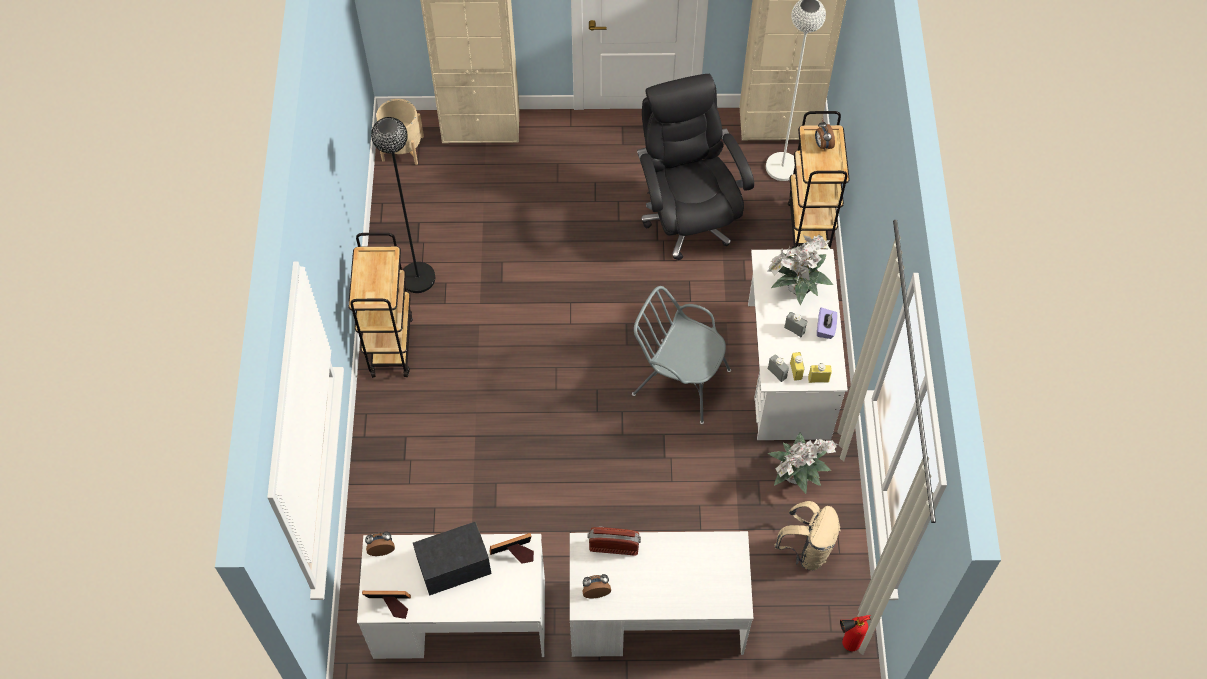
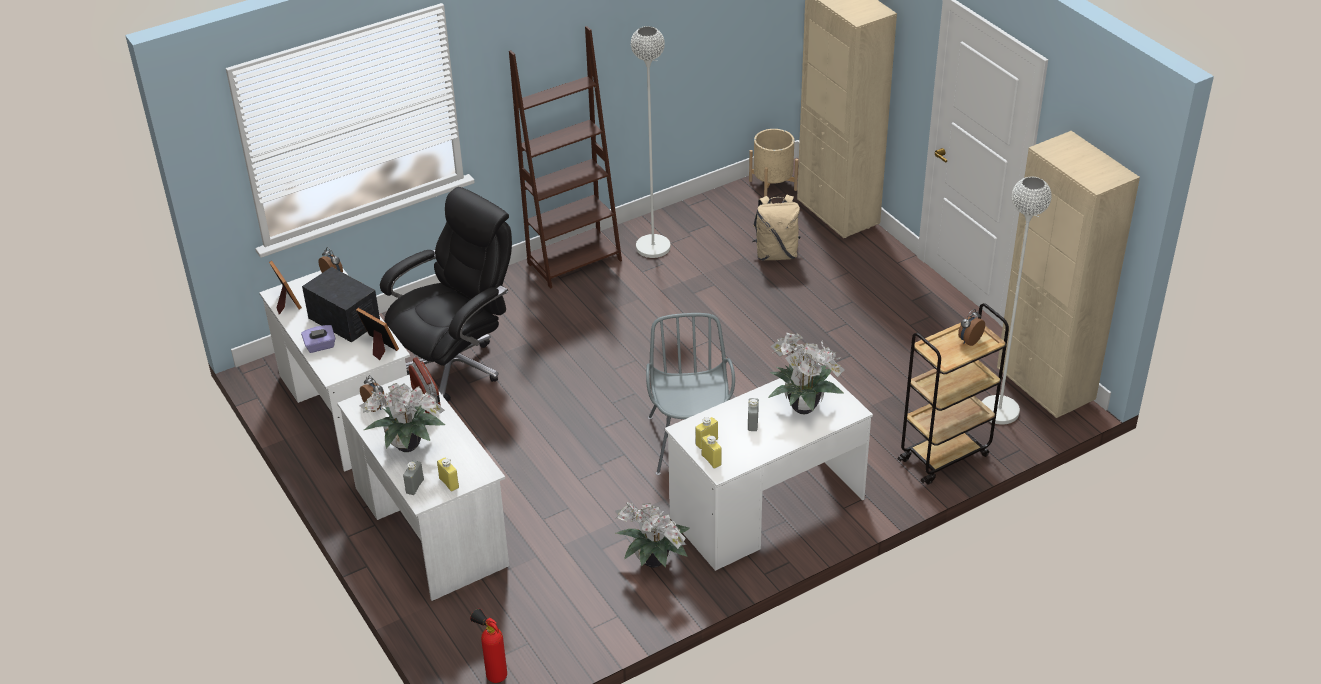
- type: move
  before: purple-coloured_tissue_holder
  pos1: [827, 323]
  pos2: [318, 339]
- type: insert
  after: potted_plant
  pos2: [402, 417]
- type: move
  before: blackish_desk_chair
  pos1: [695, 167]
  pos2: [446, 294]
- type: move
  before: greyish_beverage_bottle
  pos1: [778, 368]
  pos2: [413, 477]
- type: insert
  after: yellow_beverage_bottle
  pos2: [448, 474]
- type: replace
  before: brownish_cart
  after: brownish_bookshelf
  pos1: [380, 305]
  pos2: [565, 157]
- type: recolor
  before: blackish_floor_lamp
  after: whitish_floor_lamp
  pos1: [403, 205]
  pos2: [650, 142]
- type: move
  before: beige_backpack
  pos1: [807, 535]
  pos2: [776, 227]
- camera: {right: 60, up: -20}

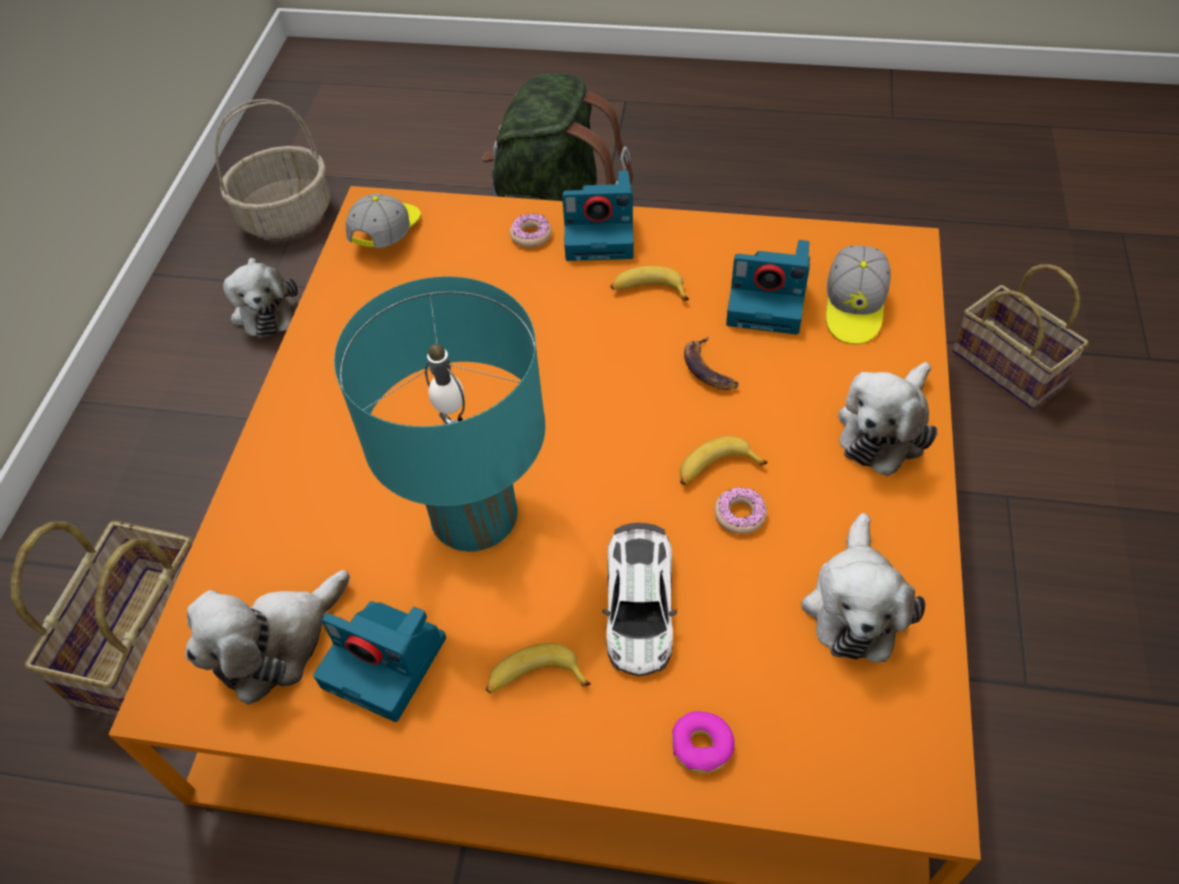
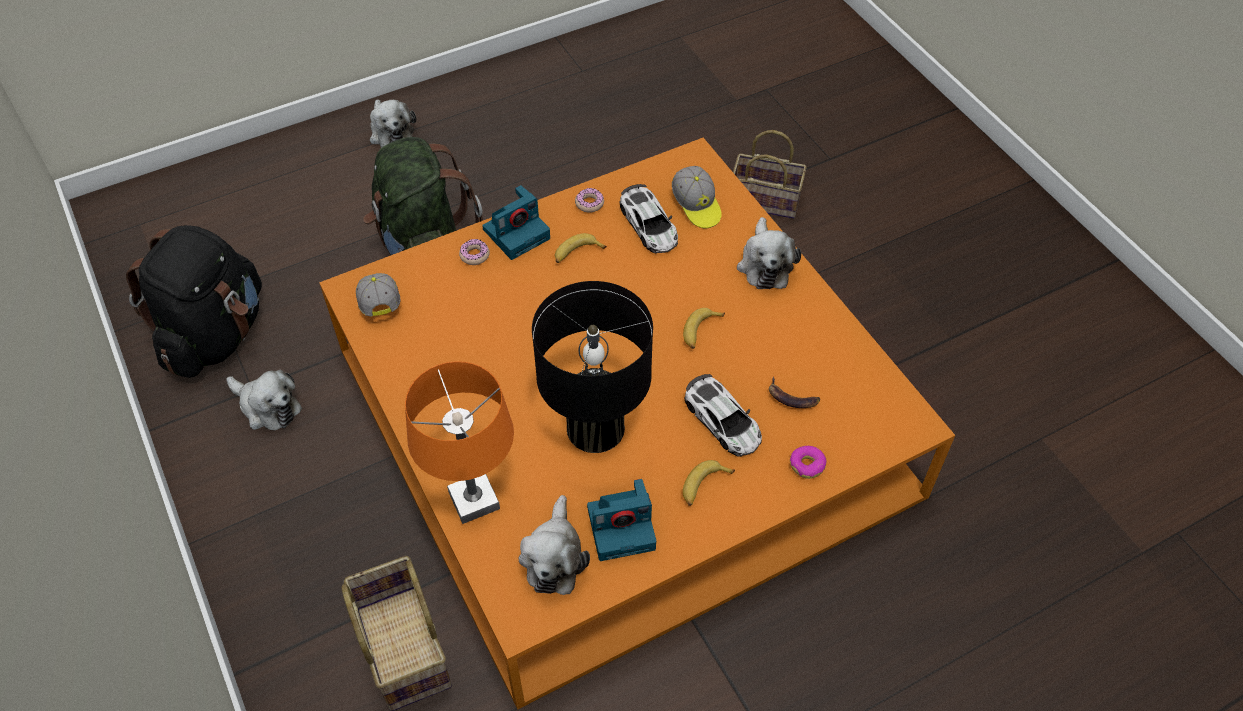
- type: replace
  before: storage_basket
  after: blackish_backpack
  pos1: [272, 168]
  pos2: [194, 301]
- type: move
  before: soft_toy
  pos1: [863, 587]
  pos2: [393, 124]
- type: insert
  after: orange_table_lamp
  pos2: [459, 442]
- type: recolor
  before: turquoise-coloured_table_lamp
  after: blackish_table_lamp
  pos1: [439, 414]
  pos2: [592, 367]
- type: move
  before: doughnut
  pos1: [740, 510]
  pos2: [589, 200]
- type: replace
  before: still_camera
  after: model_car
  pos1: [768, 287]
  pos2: [649, 219]
- type: move
  before: banana_fruit
  pos1: [711, 363]
  pos2: [794, 392]
- camera: {right: -40, up: 0}

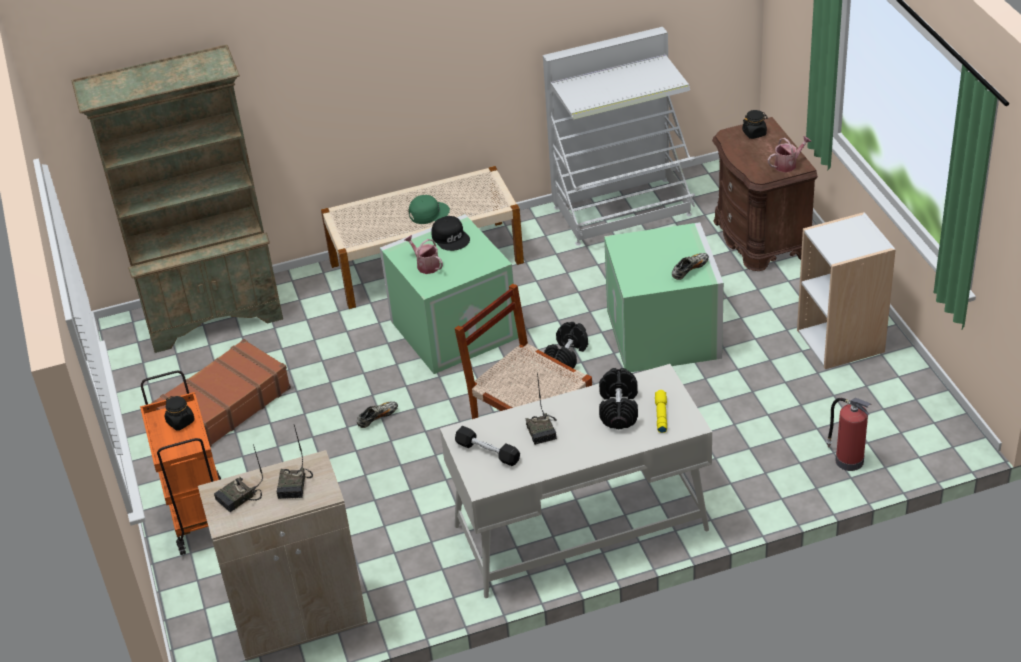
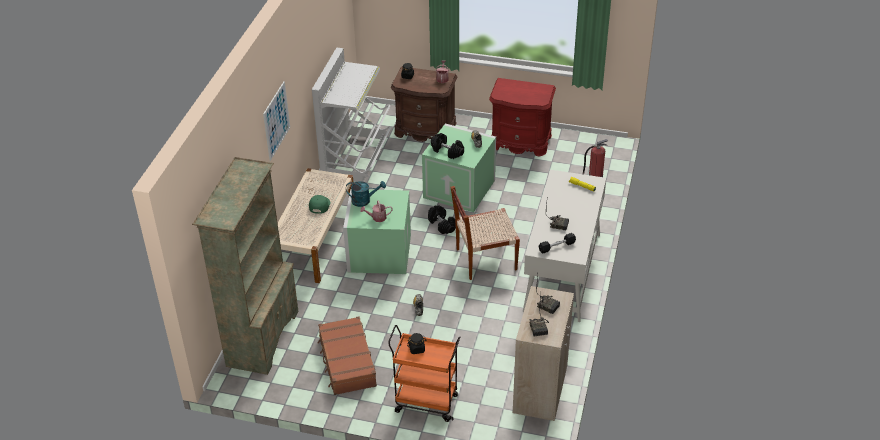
- type: insert
  after: picture
  pos2: [276, 121]
- type: replace
  before: blackish_baseball_cap
  after: turquoise-coloured_watering_can
  pos1: [450, 233]
  pos2: [366, 194]
- type: move
  before: blackish_dumbbell
  pos1: [618, 398]
  pos2: [447, 146]
- type: replace
  before: bookshelf
  after: red_nightstand
  pos1: [846, 290]
  pos2: [522, 117]
- camera: {right: -60, up: 0}

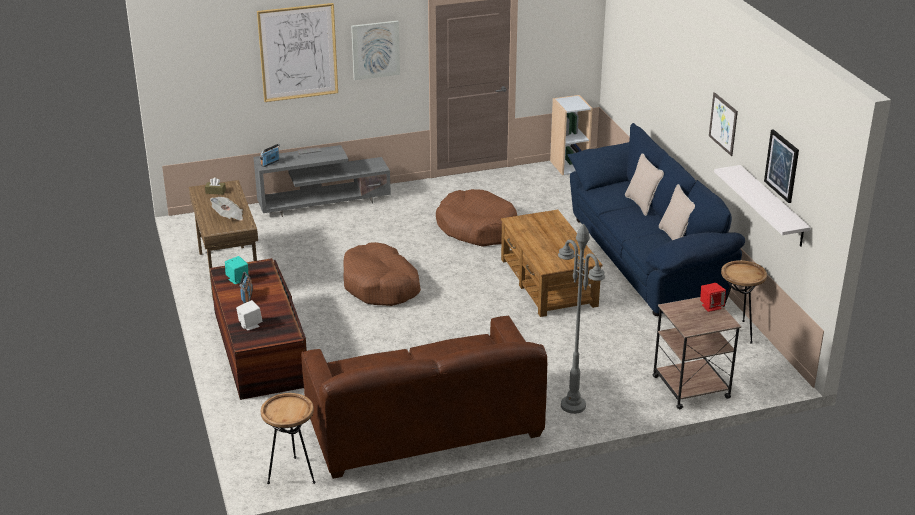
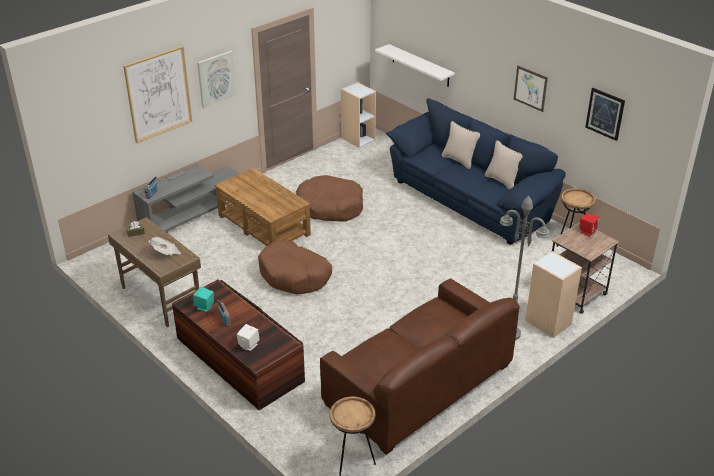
- type: move
  before: brownish_low_table
  pos1: [552, 263]
  pos2: [262, 207]
- type: move
  before: whitish_wall_shelf
  pos1: [762, 206]
  pos2: [415, 65]
- type: insert
  after: bookshelf
  pos2: [553, 294]
- camera: {right: -25, up: 5}

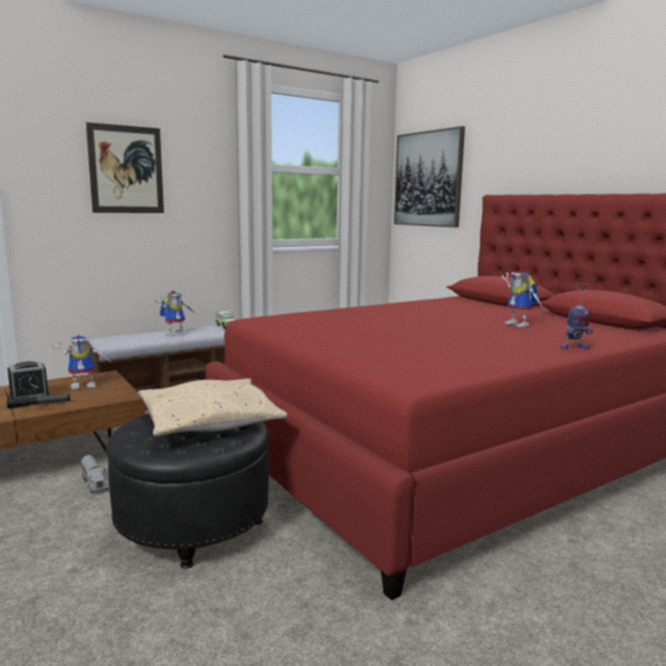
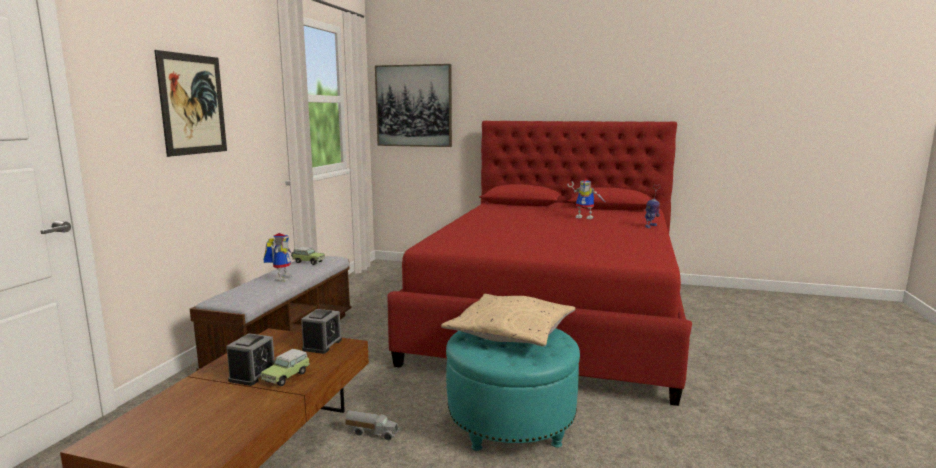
- type: replace
  before: torch
  after: model_car
  pos1: [38, 401]
  pos2: [285, 367]
- type: insert
  after: bedside_clock
  pos2: [321, 331]
- type: recolor
  before: blackish_footrest
  after: turquoise-coloured_footrest
  pos1: [187, 491]
  pos2: [513, 389]
- type: delete
  before: toy_robot
  pos1: [81, 362]
- camera: {right: -40, up: 0}

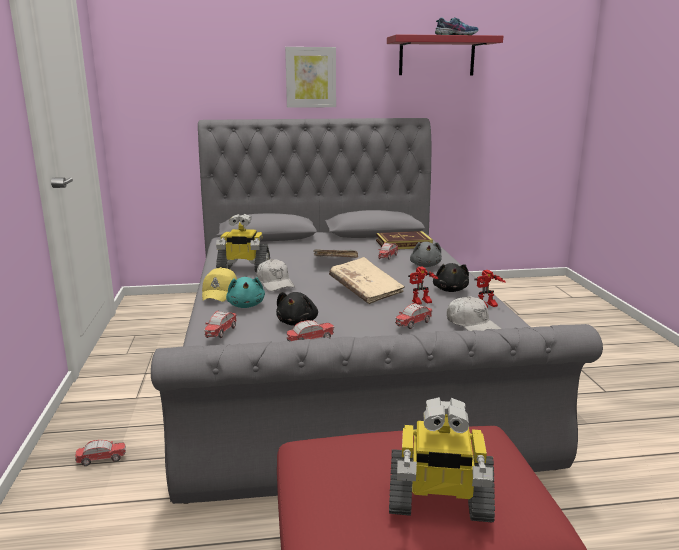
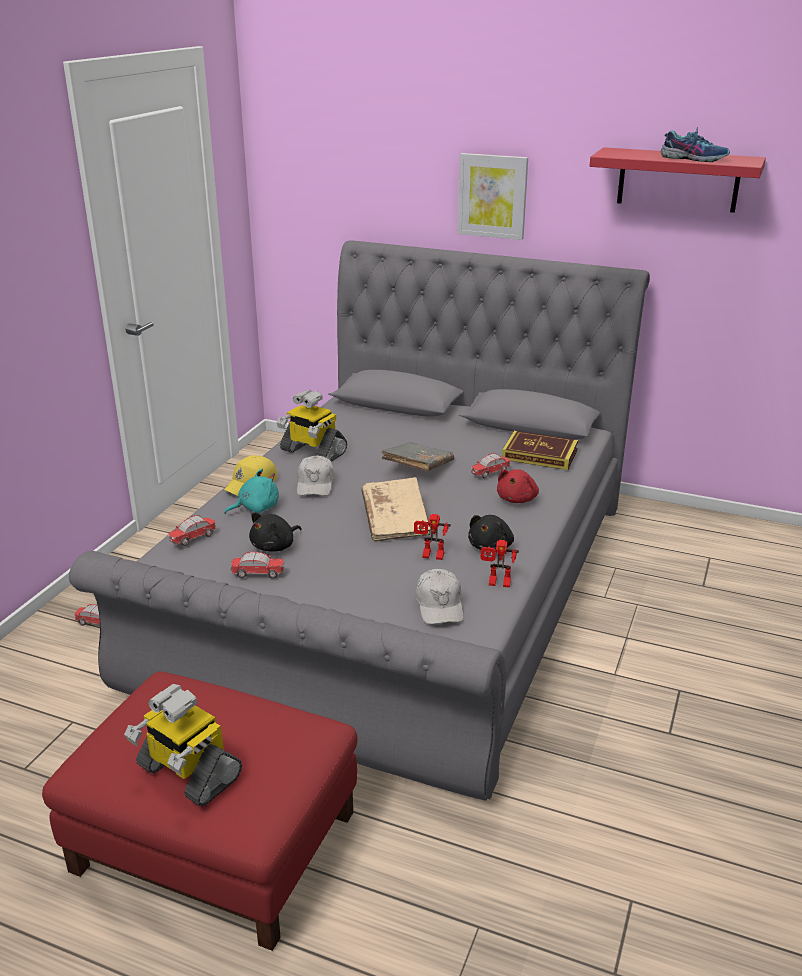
- type: rotate
  before: turquoise-coloured_soft_toy
  pos1: [245, 292]
  pos2: [251, 491]
  turn: -135
- type: recolor
  before: greyish_soft_toy
  after: red_soft_toy
  pos1: [426, 254]
  pos2: [518, 486]
- type: delete
  before: model_car
  pos1: [413, 316]
- camera: {right: 30, up: 10}

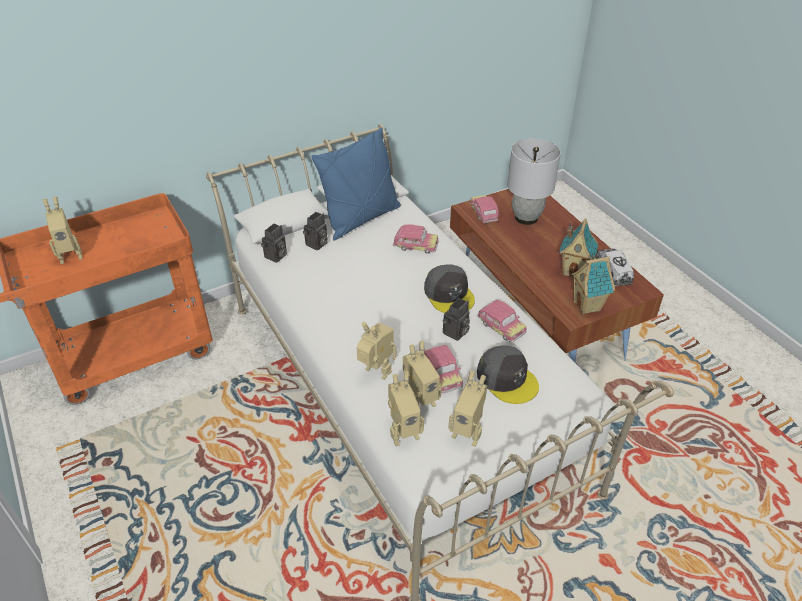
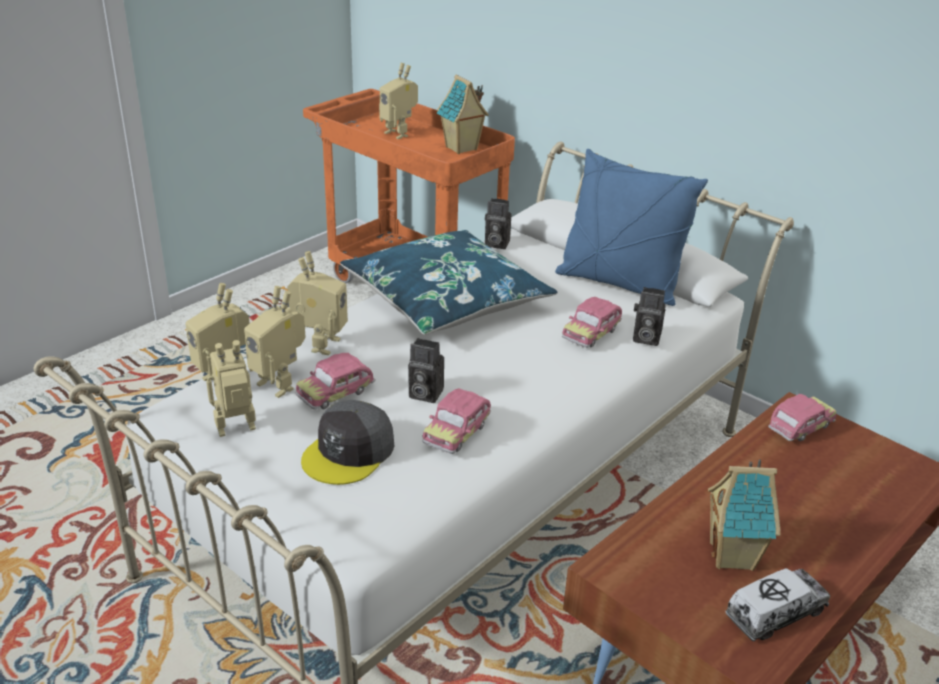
- type: rotate
  before: toy_robot
  pos1: [468, 409]
  pos2: [231, 388]
  turn: 60
- type: insert
  after: blue_throw_pillow
  pos2: [449, 282]
- type: move
  before: miniature_house
  pos1: [593, 284]
  pos2: [463, 114]
- type: rotate
  before: model_car
  pos1: [416, 239]
  pos2: [592, 322]
  turn: 45
- type: move
  before: still_camera
  pos1: [315, 231]
  pos2: [649, 316]
- type: delete
  before: greyish_baseball_cap
  pos1: [449, 288]
- type: delete
  before: whitish_table_lamp
  pos1: [534, 181]
- camera: {right: 70, up: -10}

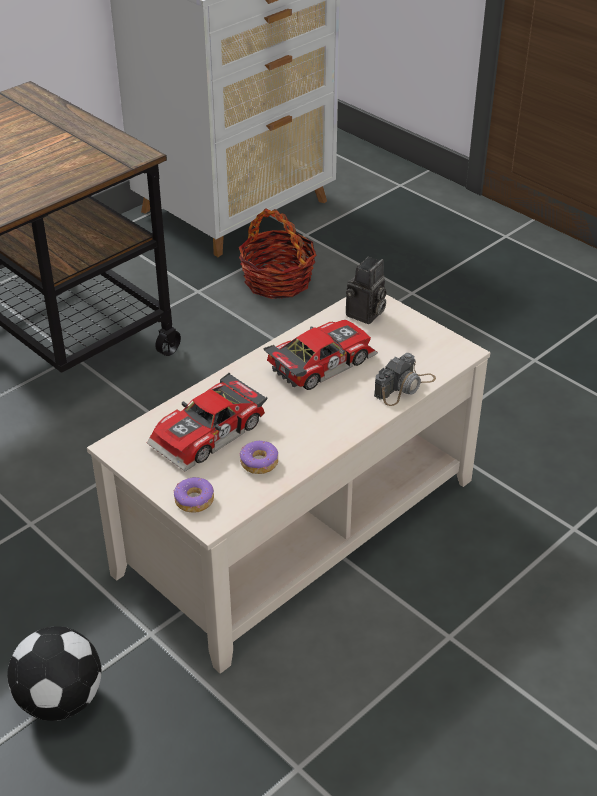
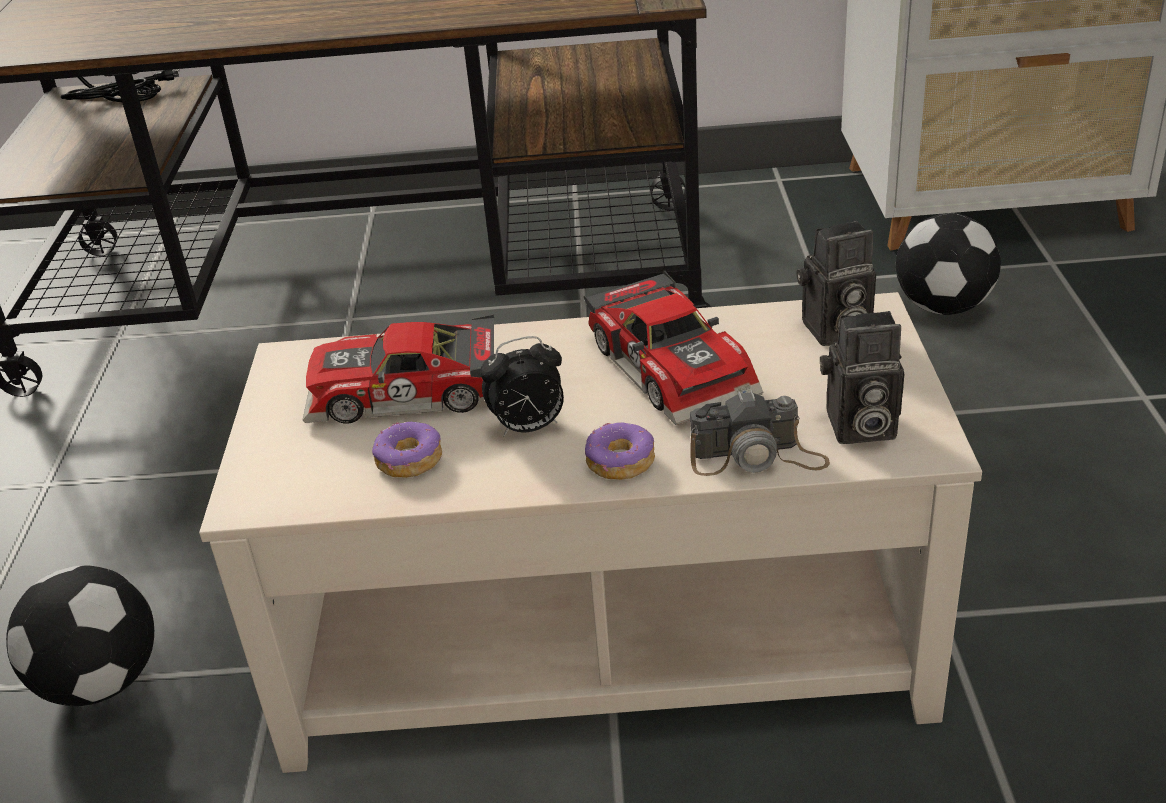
- type: insert
  after: bedside_clock
  pos2: [522, 386]
- type: rotate
  before: model_car
  pos1: [321, 355]
  pos2: [673, 348]
  turn: 60
- type: move
  before: doughnut
  pos1: [193, 495]
  pos2: [620, 451]
- type: insert
  after: still_camera
  pos2: [862, 377]
- type: replace
  before: storage_basket
  after: football_ball
  pos1: [277, 254]
  pos2: [948, 264]
- camera: {right: 45, up: -5}

